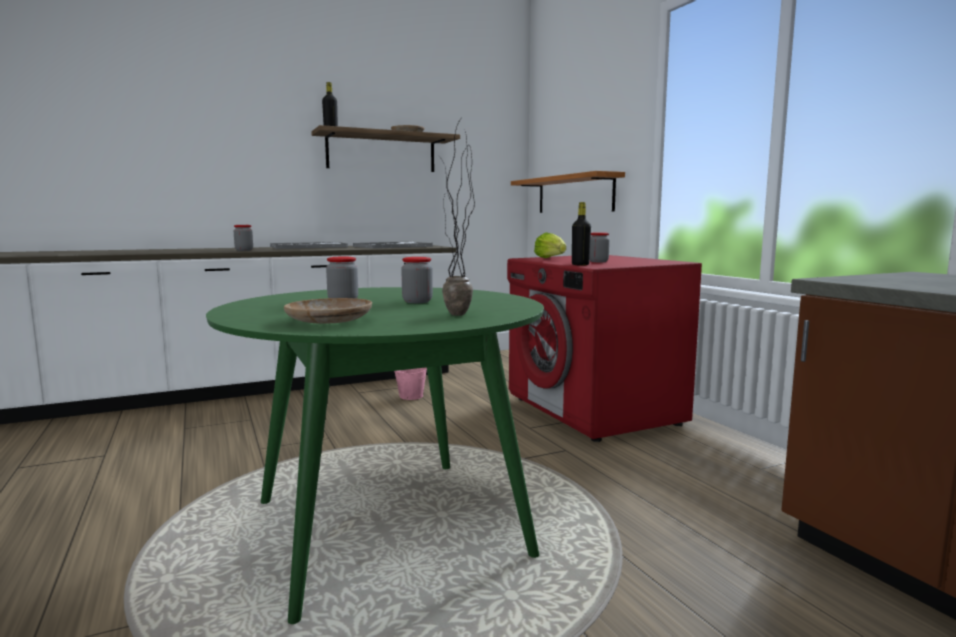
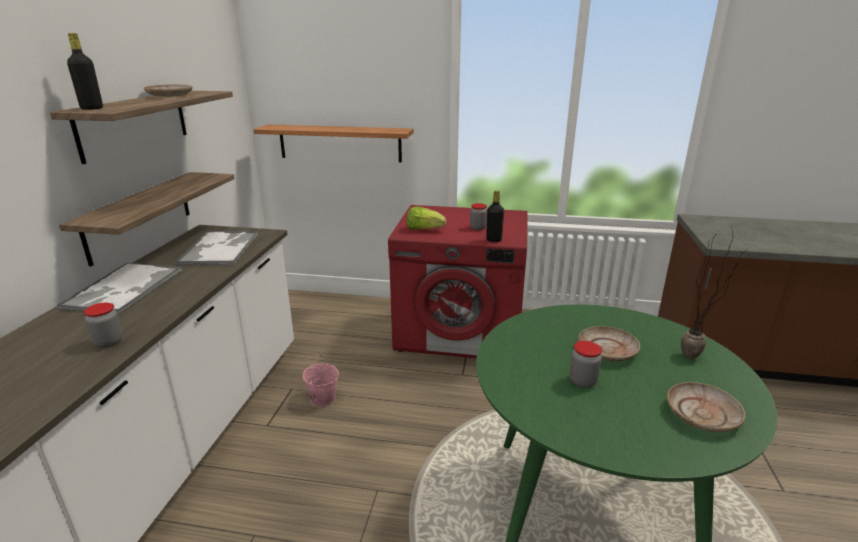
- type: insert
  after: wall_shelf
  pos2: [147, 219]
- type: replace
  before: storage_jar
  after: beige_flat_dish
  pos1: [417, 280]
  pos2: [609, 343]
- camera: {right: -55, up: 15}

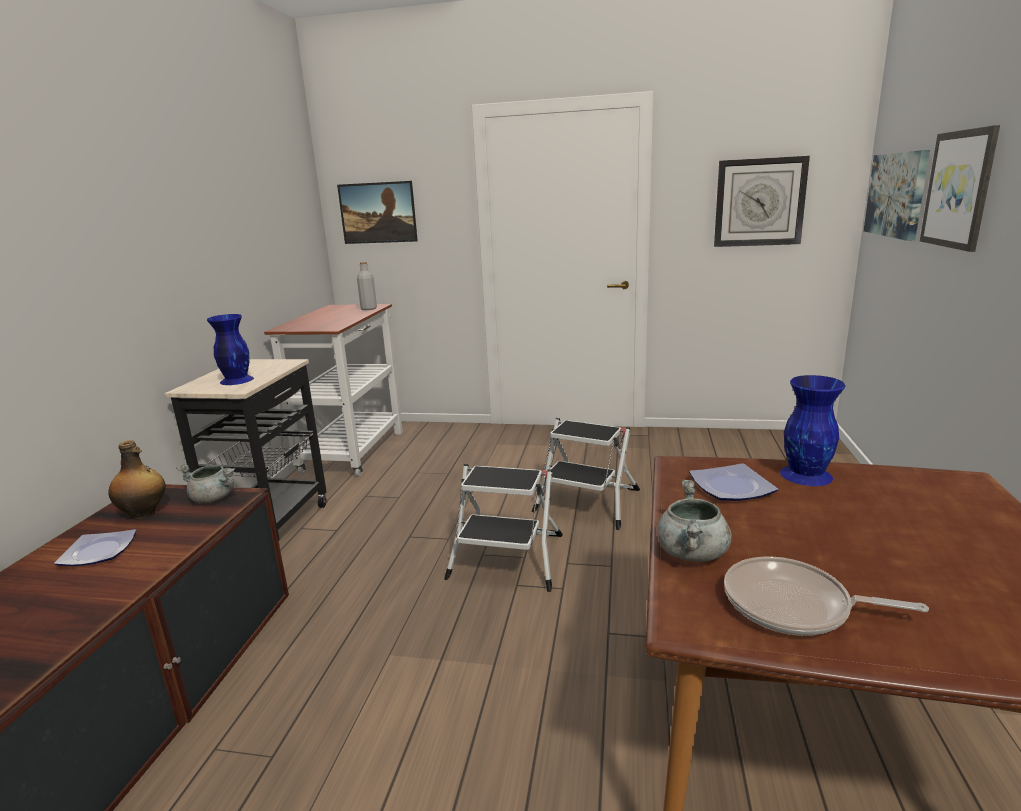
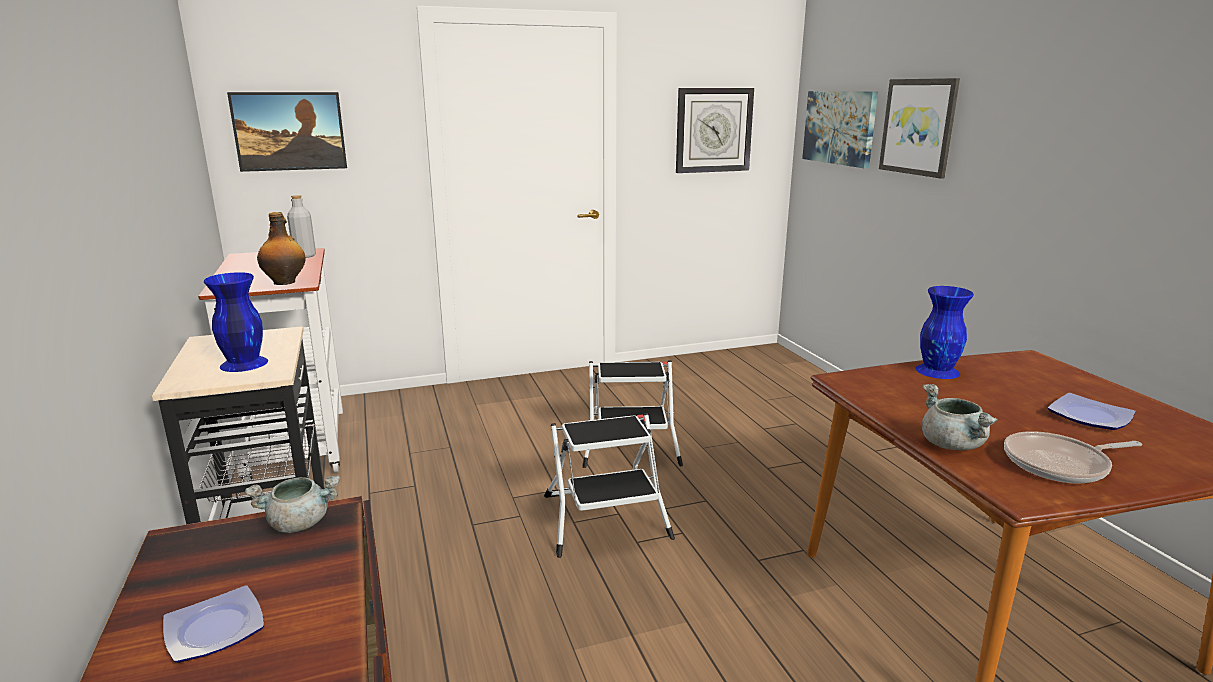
- type: move
  before: beverage_bottle
  pos1: [137, 480]
  pos2: [281, 248]
- type: move
  before: flat_dish
  pos1: [733, 482]
  pos2: [1091, 411]
- camera: {right: -30, up: 0}

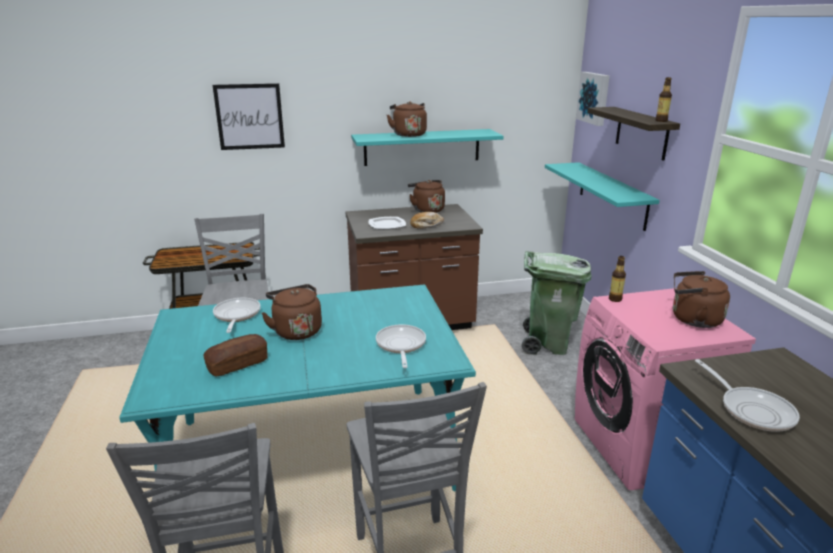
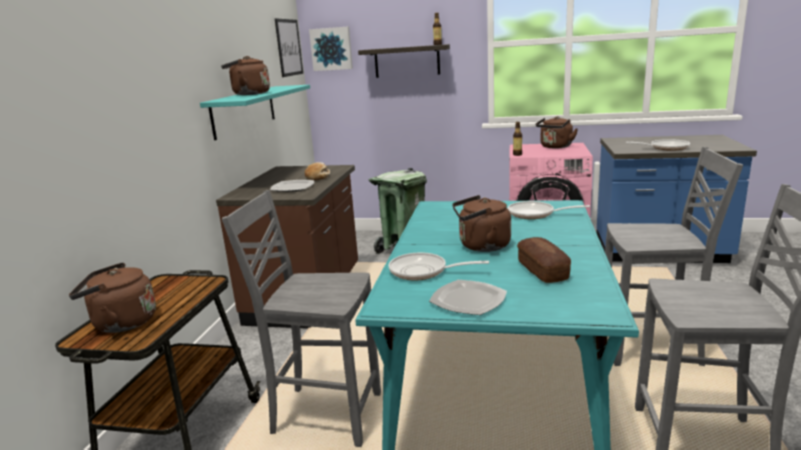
- type: move
  before: brownish_tea_kettle
  pos1: [426, 196]
  pos2: [112, 298]
- type: move
  before: picture
  pos1: [249, 116]
  pos2: [289, 47]
- type: insert
  after: flat_dish
  pos2: [468, 297]
- type: delete
  before: turquoise-coloured_wall_shelf
  pos1: [602, 196]
- camera: {right: -65, up: -5}

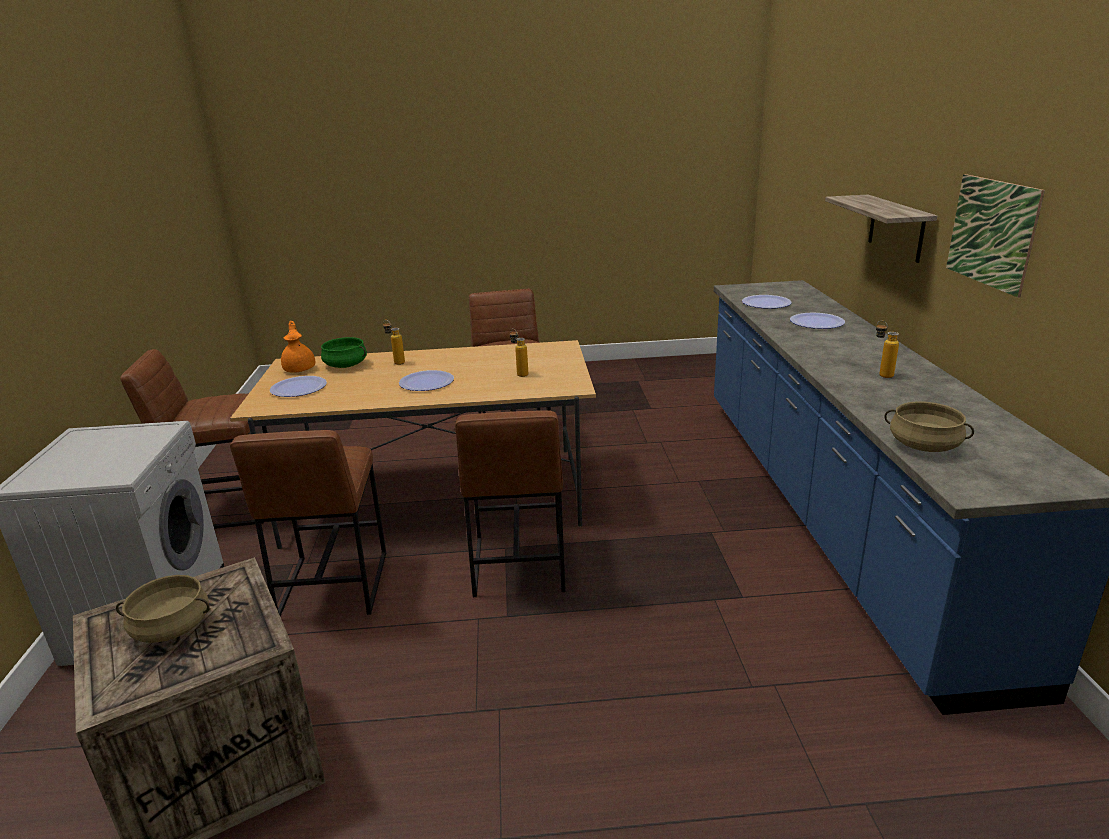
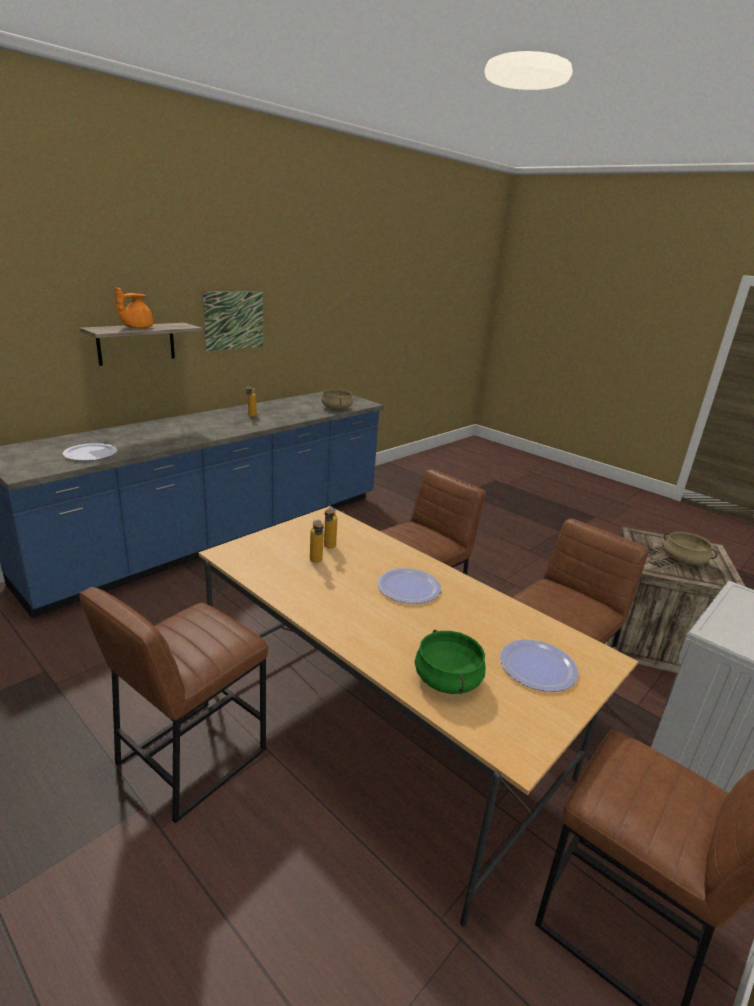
- type: move
  before: orange_pot_for_tea
  pos1: [298, 347]
  pos2: [134, 307]
- type: move
  before: beverage_bottle
  pos1: [394, 342]
  pos2: [317, 540]
- type: delete
  before: flat_dish
  pos1: [817, 321]
- camera: {right: -135, up: 0}

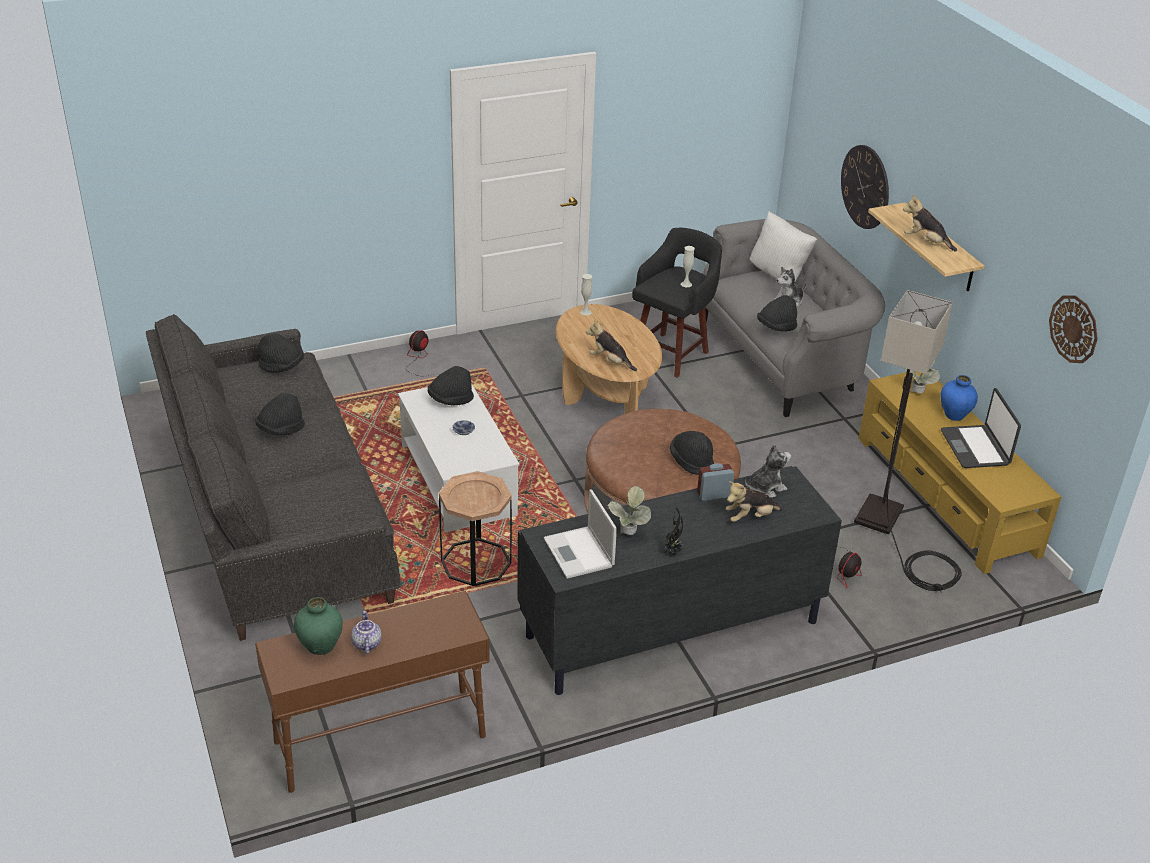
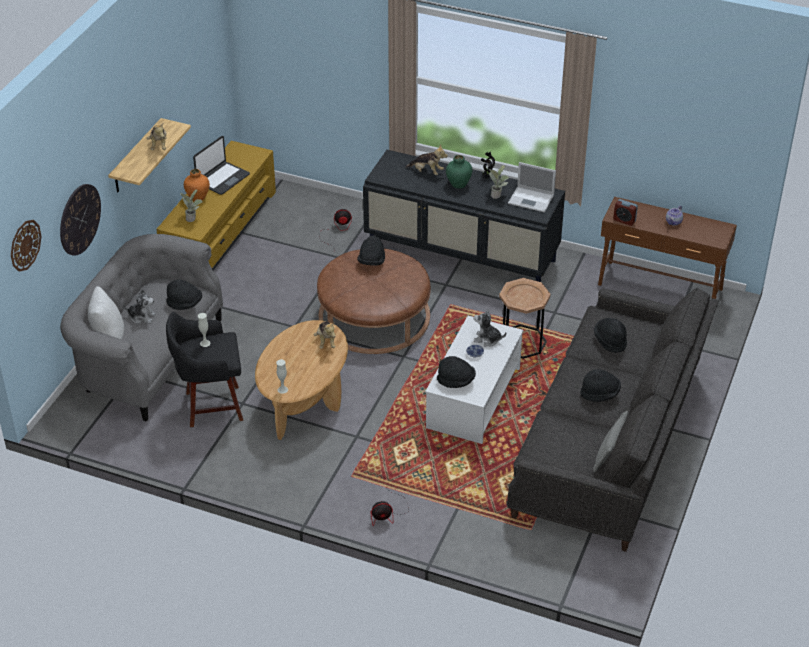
- type: move
  before: clock_on_the_wall
  pos1: [1073, 329]
  pos2: [26, 246]
- type: recolor
  before: blue_vase
  after: orange_vase
  pos1: [959, 398]
  pos2: [197, 185]
- type: move
  before: green-coloured_vase
  pos1: [318, 626]
  pos2: [459, 172]
- type: move
  before: soft_toy
  pos1: [768, 471]
  pos2: [490, 328]
- type: rotate
  before: notebook_computer
  pos1: [580, 534]
  pos2: [532, 187]
  turn: 90
- type: insert
  after: greyish_throw_pillow
  pos2: [610, 441]
- type: move
  before: blackish_clothing_hat
  pos1: [281, 353]
  pos2: [610, 335]
- type: move
  before: bedside_clock
  pos1: [715, 482]
  pos2: [625, 212]
- type: delete
  before: floor_lamp
  pos1: [908, 441]
- camera: {right: -135, up: 5}

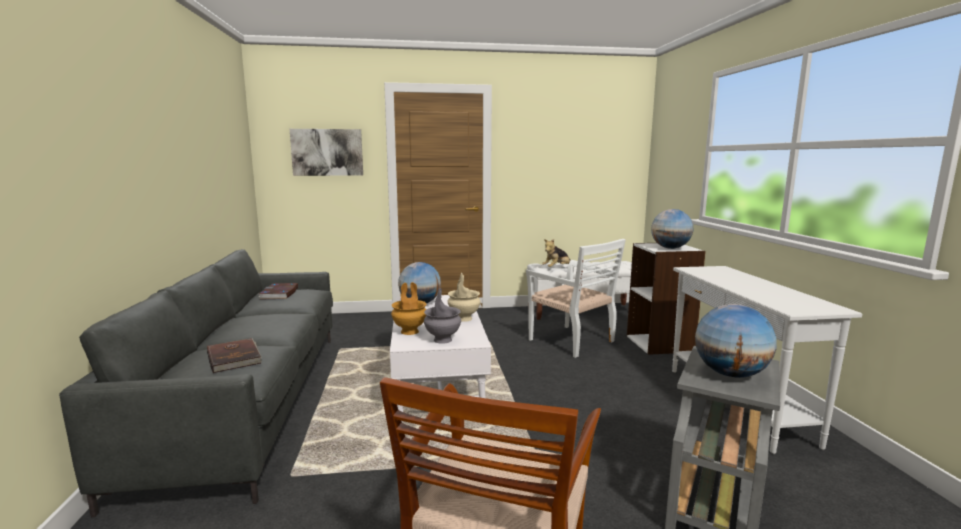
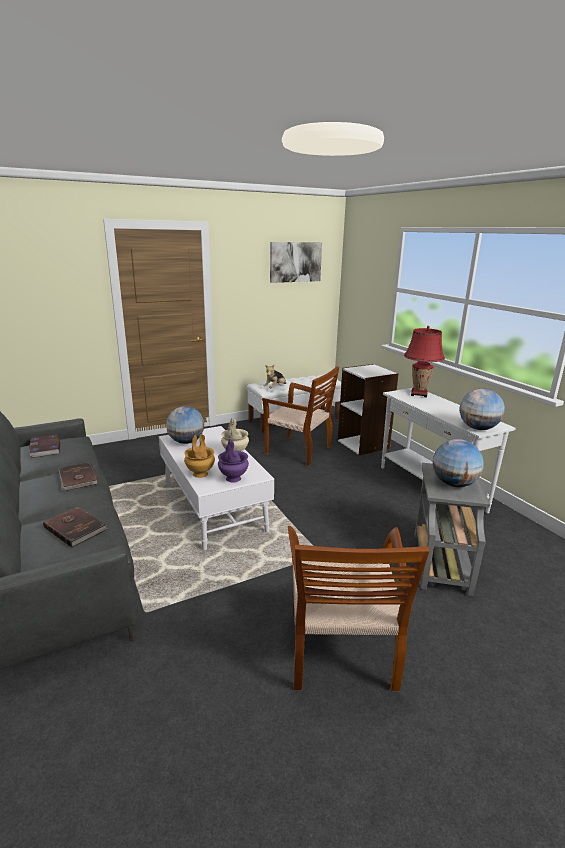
- type: insert
  after: brownish_volume
  pos2: [78, 476]
- type: recolor
  before: greyish_vase
  after: purple-coloured_vase
  pos1: [442, 316]
  pos2: [233, 460]
- type: recolor
  before: whitish_lounge_chair
  after: brownish_lounge_chair
  pos1: [576, 298]
  pos2: [300, 416]
- type: move
  before: picture
  pos1: [326, 152]
  pos2: [296, 262]
- type: insert
  after: red_table_lamp
  pos2: [424, 362]
- type: move
  before: world_globe
  pos1: [672, 229]
  pos2: [482, 409]
- camera: {right: -20, up: 10}

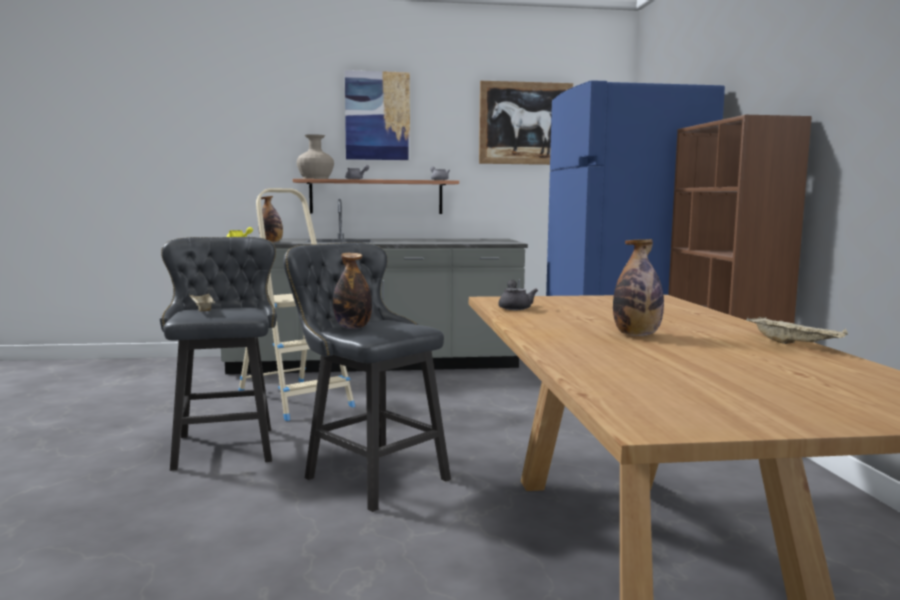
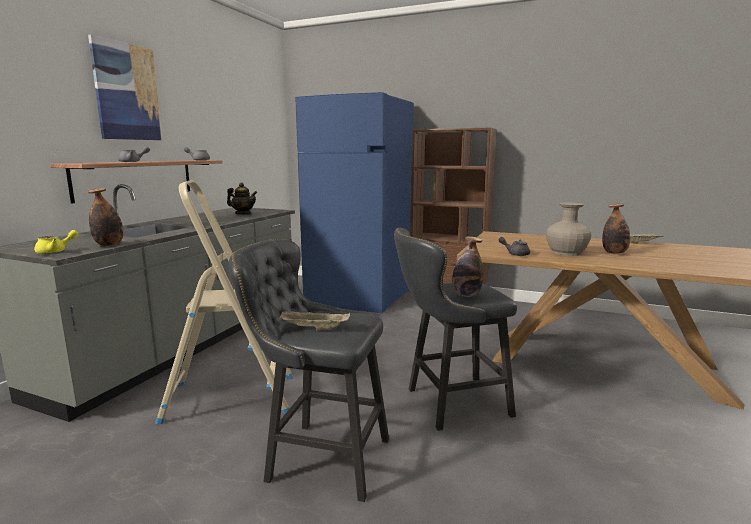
- type: insert
  after: pot_for_tea
  pos2: [242, 199]
- type: move
  before: beige_vase
  pos1: [315, 156]
  pos2: [568, 229]
- type: delete
  before: picture
  pos1: [526, 123]
- camera: {right: -60, up: 5}

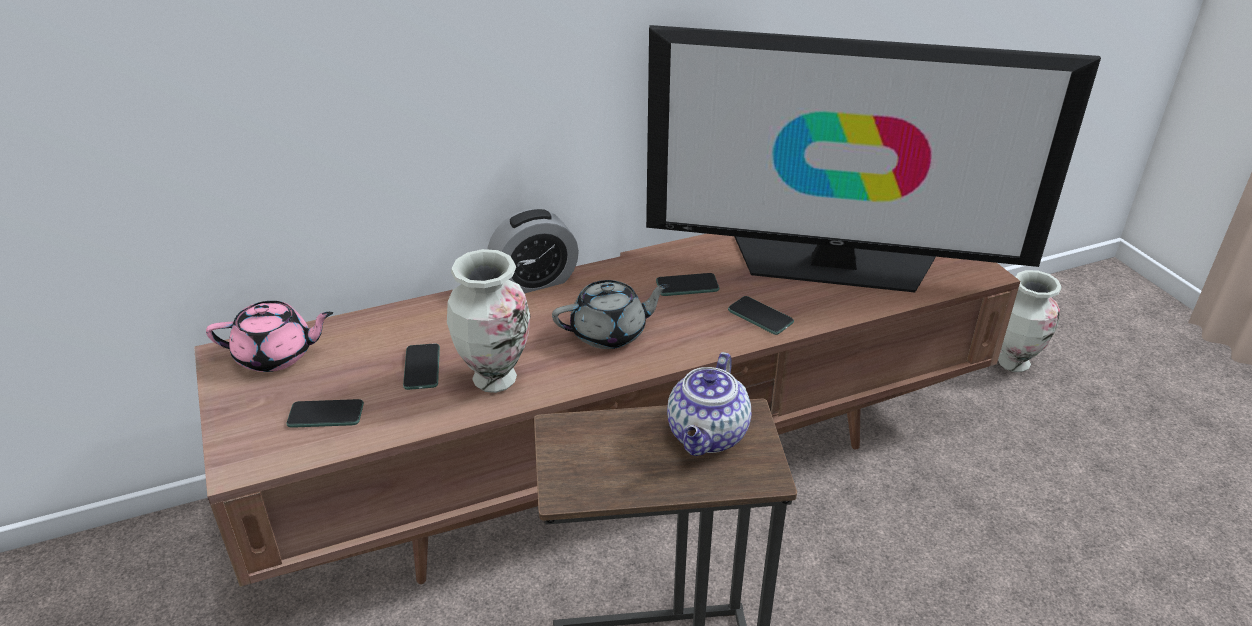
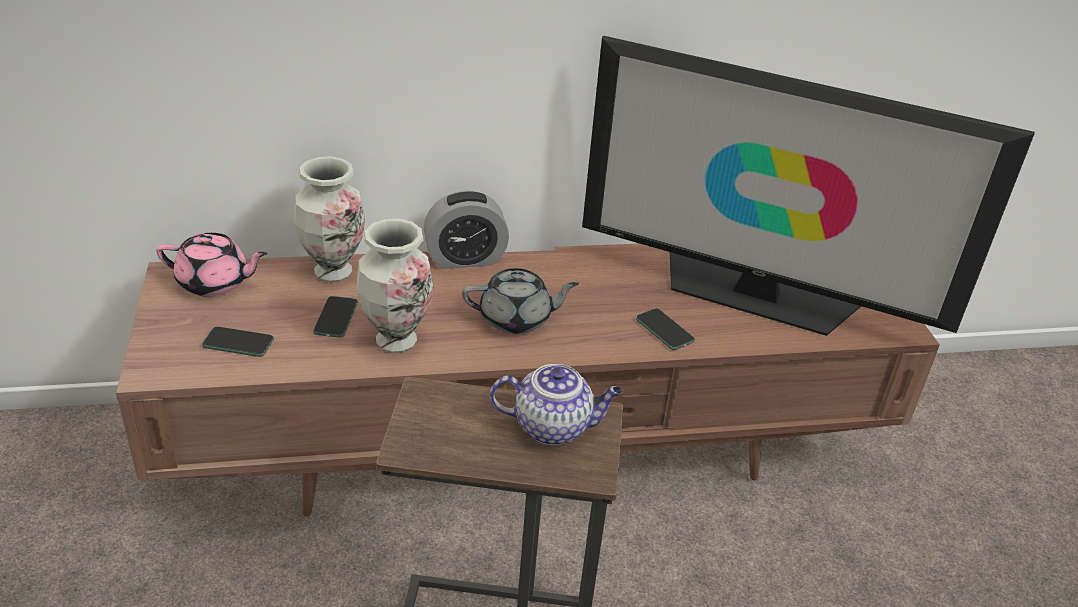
- type: move
  before: vase
  pos1: [1029, 321]
  pos2: [329, 219]
- type: rotate
  before: pot_for_tea
  pos1: [709, 404]
  pos2: [556, 404]
  turn: -120
- type: delete
  before: telephone
  pos1: [687, 284]
- camera: {right: 10, up: 0}

